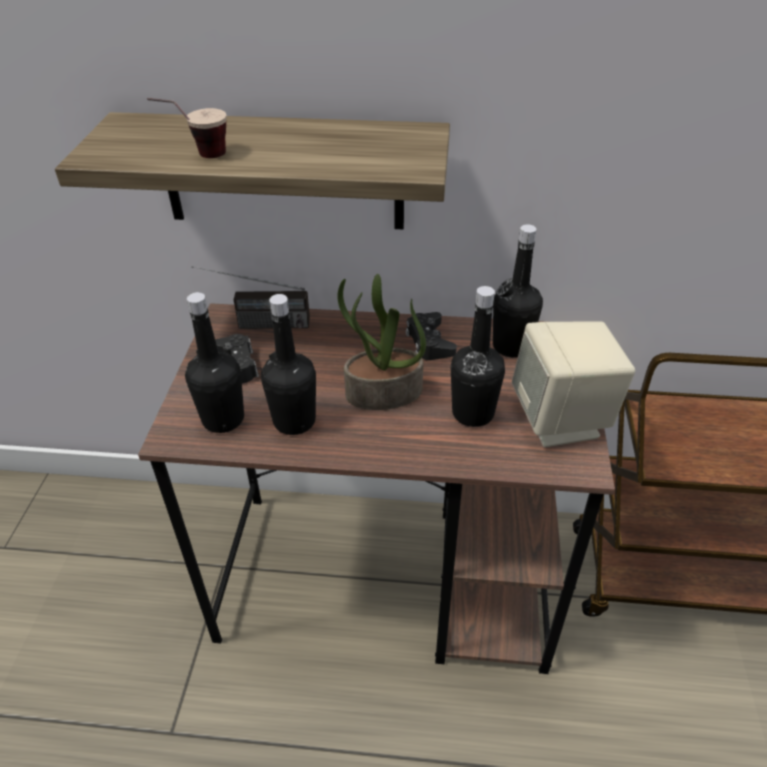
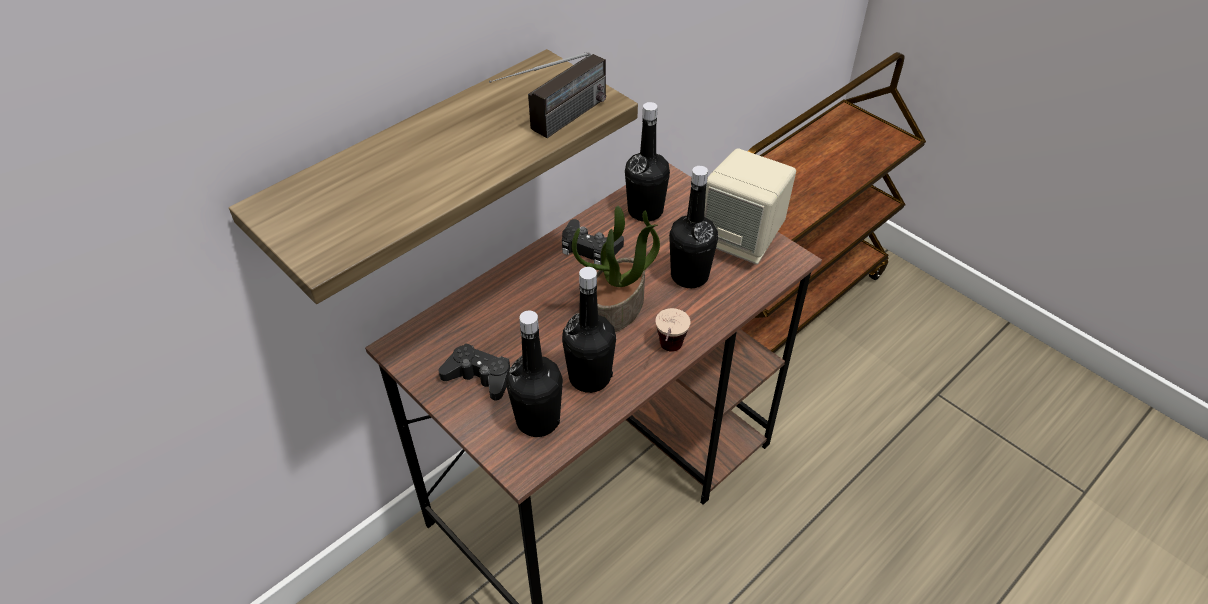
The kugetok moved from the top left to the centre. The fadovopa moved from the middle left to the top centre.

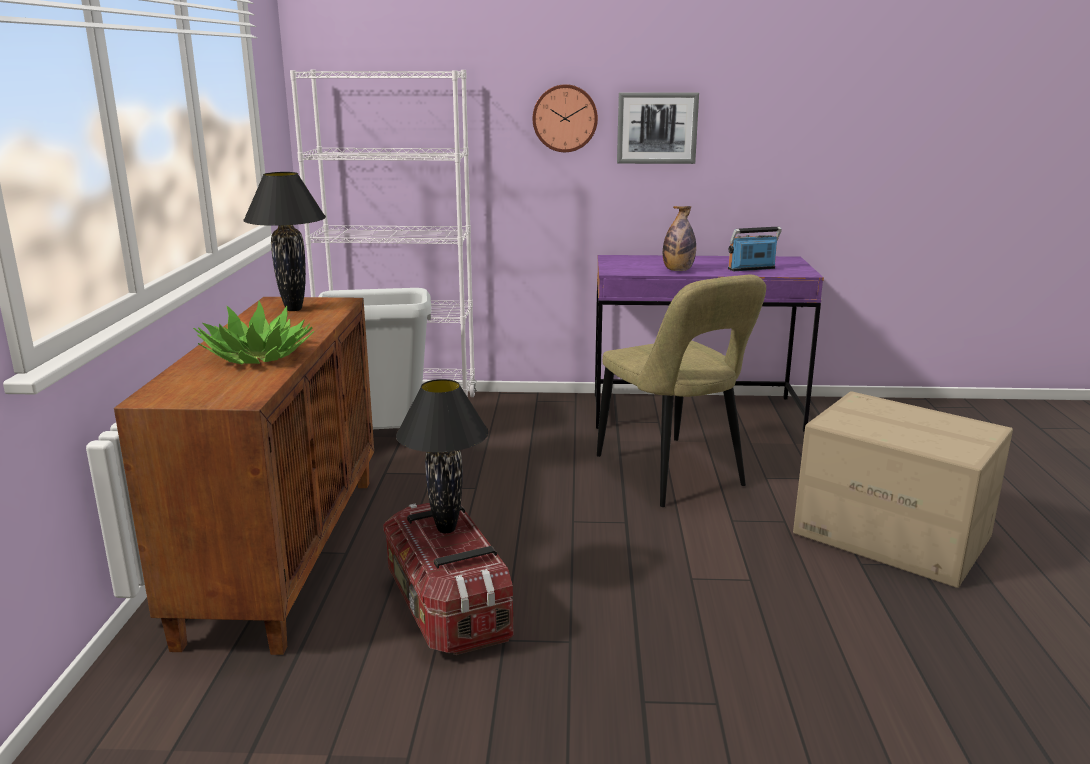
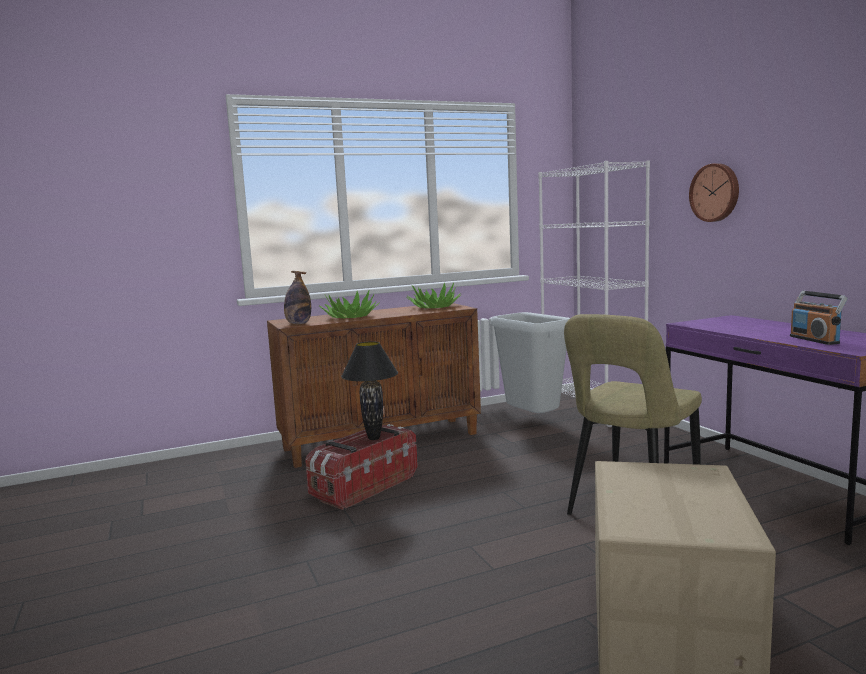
The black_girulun (no. 1 from left) at the top left was replaced by the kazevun (no. 2 from left) at the centre. The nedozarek at the top centre disappeared. The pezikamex moved from the top centre to the centre. The fadovopa at the top right turned 150 degrees counterclockwise.

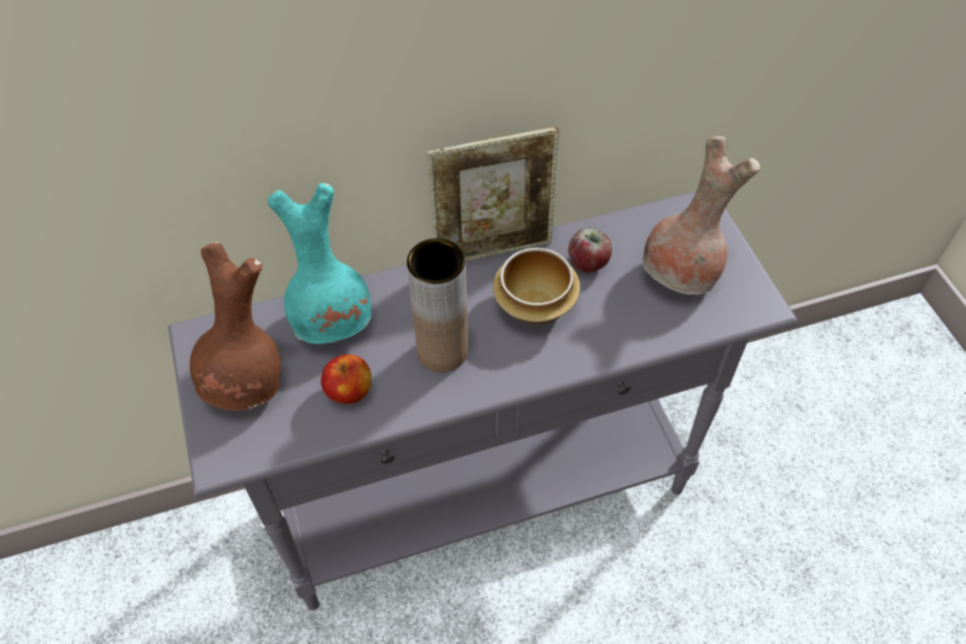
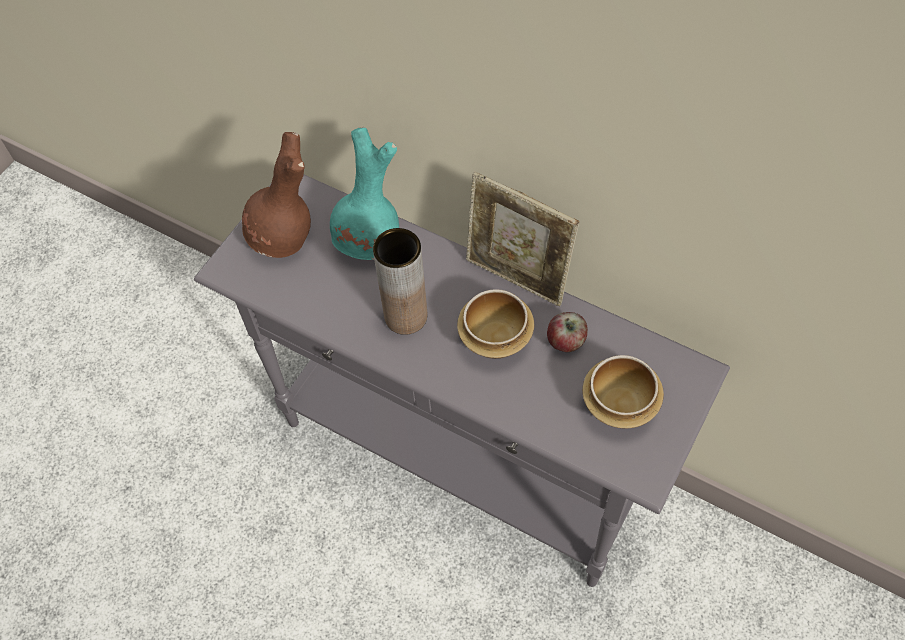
The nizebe (no. 1 from left) at the centre disappeared. The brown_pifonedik (no. 3 from left) at the middle right was replaced by the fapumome (no. 2 from left) at the middle right.

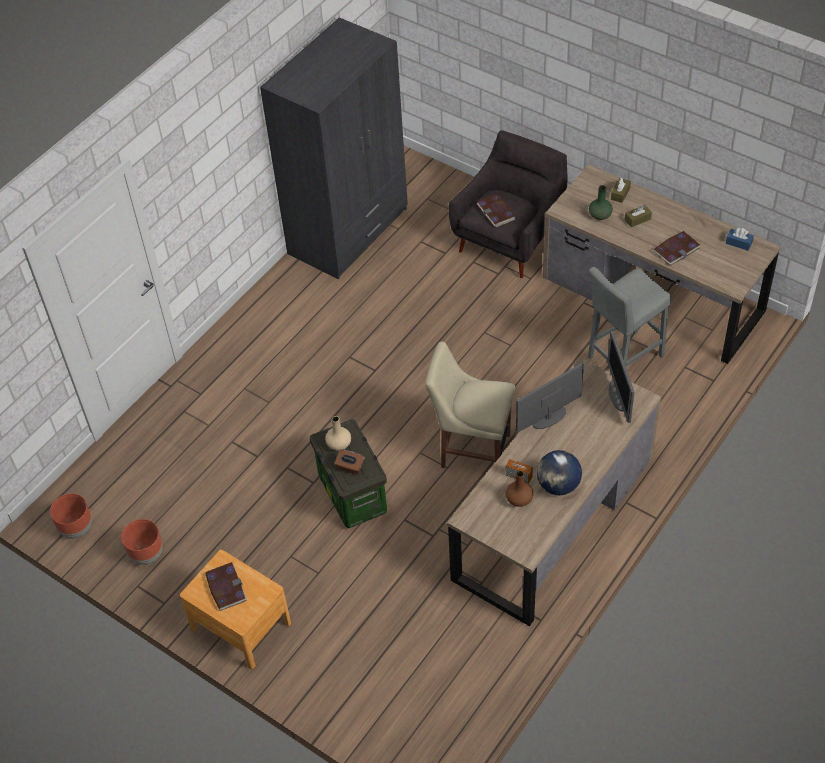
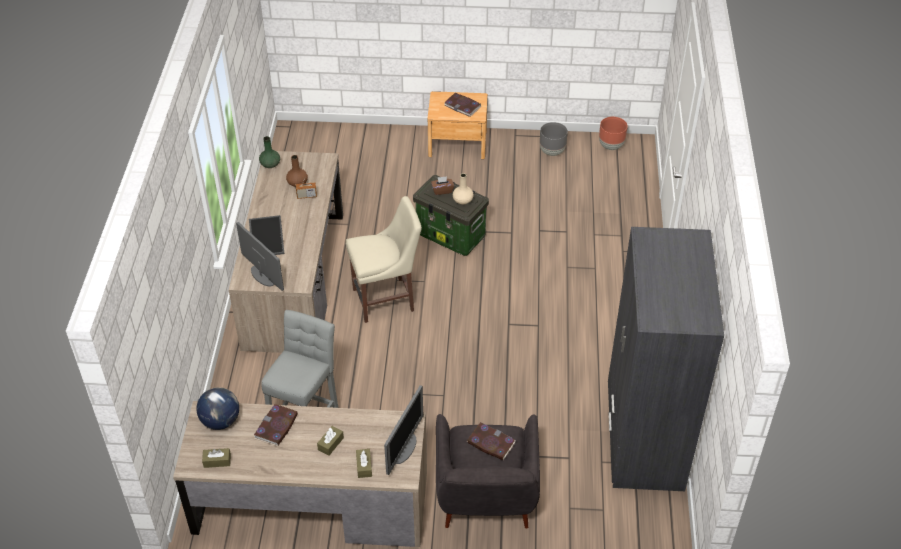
The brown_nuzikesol (no. 2 from left) at the bottom left became the grey_nuzikesol at the top centre. The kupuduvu (no. 1 from left in the first image) moved from the middle right to the bottom centre. The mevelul moved from the middle right to the bottom left. The green_pifonedik moved from the top right to the top left. The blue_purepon at the top right became the brown_purepon (no. 1 from left) at the bottom left. The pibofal at the middle left appeared.

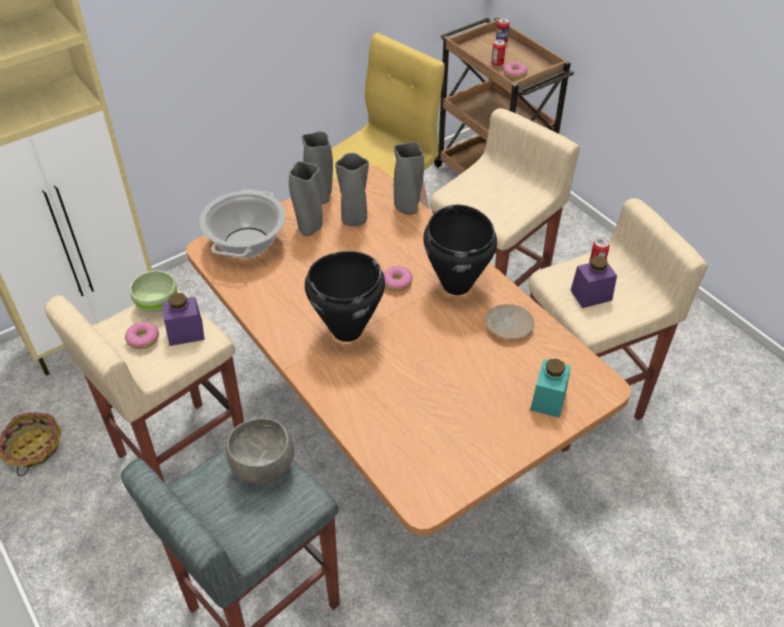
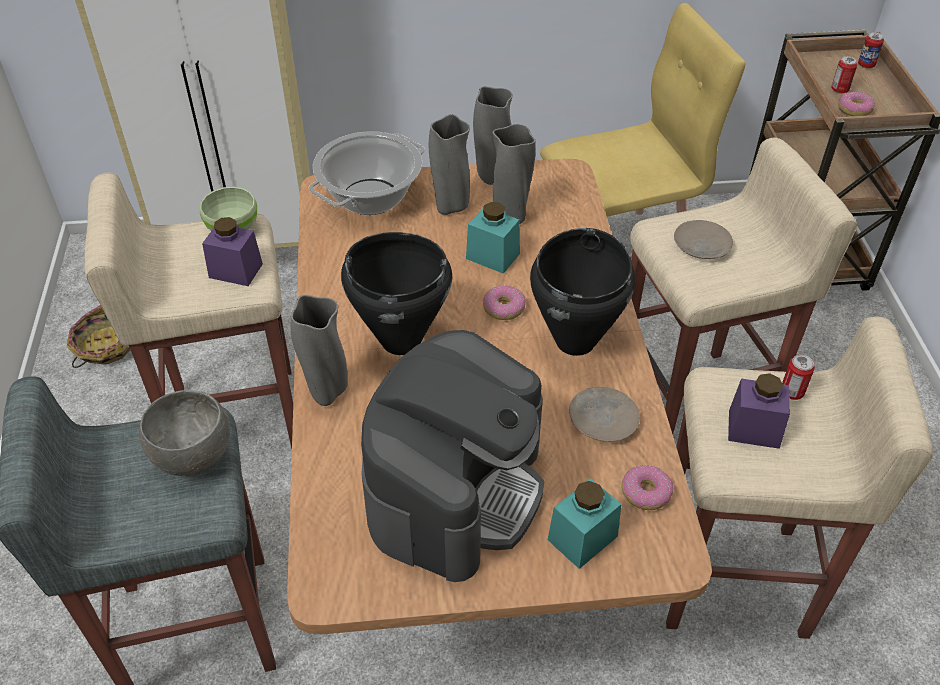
The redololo (no. 1 from left in the first image) moved from the middle left to the bottom right. The grey_pifonedik (no. 4 from left in the first image) moved from the top centre to the centre. The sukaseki at the centre appeared. The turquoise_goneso (no. 1 from left) at the centre appeared. The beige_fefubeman (no. 2 from left) at the middle right appeared.

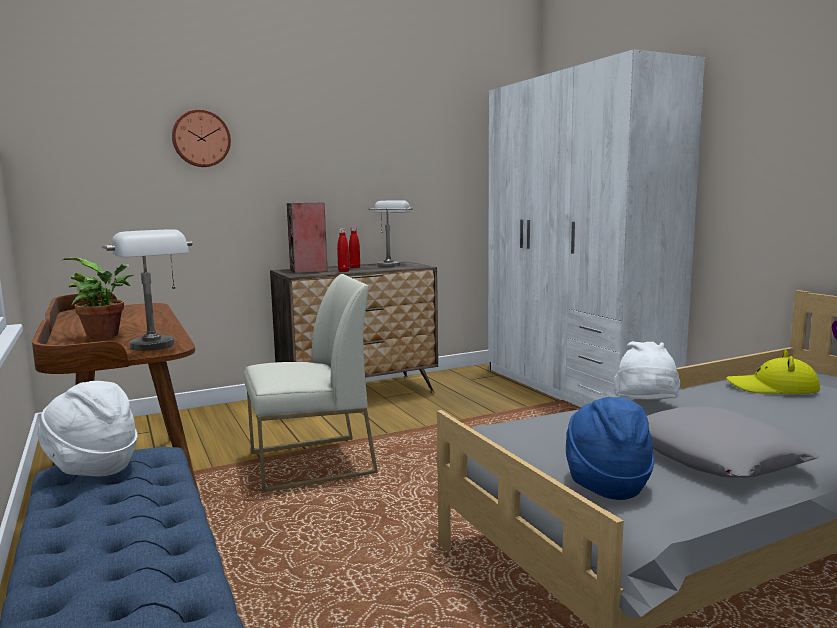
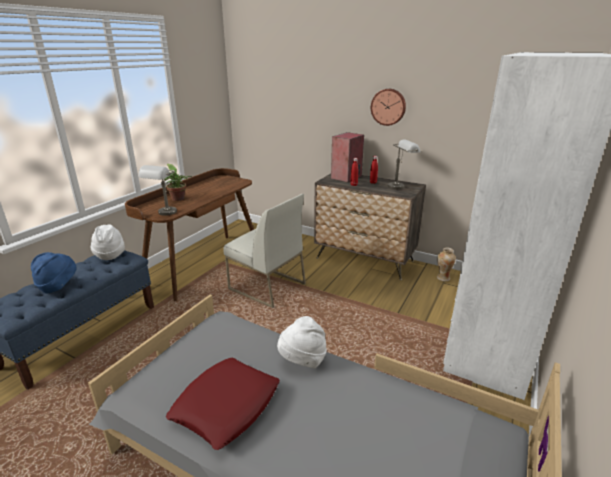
The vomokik moved from the top left to the top centre. The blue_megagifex moved from the bottom right to the middle left. The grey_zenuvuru at the bottom right became the red_zenuvuru at the bottom centre. The yellow_megagifex at the middle right disappeared. The pifonedik at the middle right appeared.

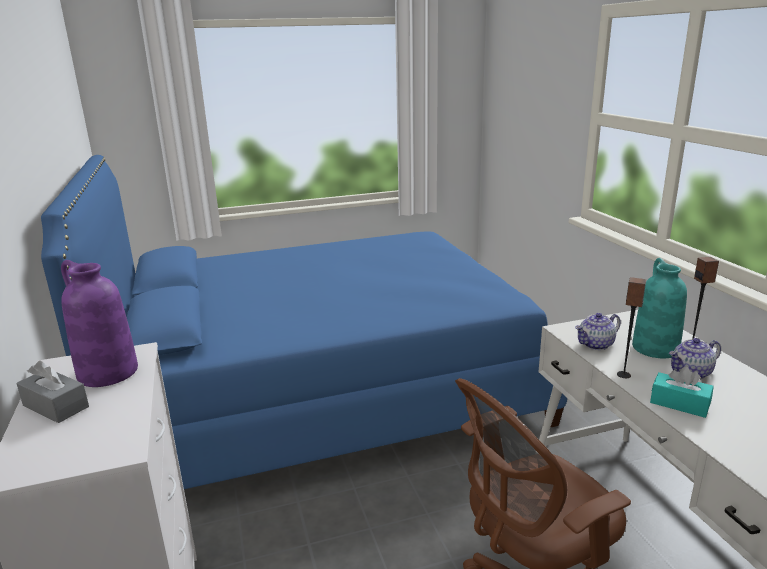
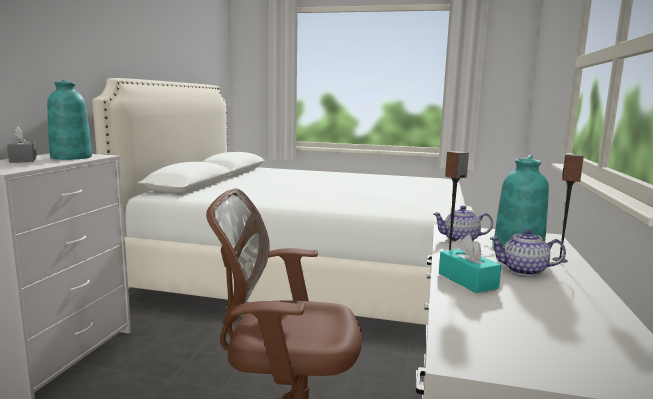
The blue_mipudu at the centre became the white_mipudu at the centre. The purple_pifonedik at the middle left became the turquoise_pifonedik (no. 1 from left) at the top left.

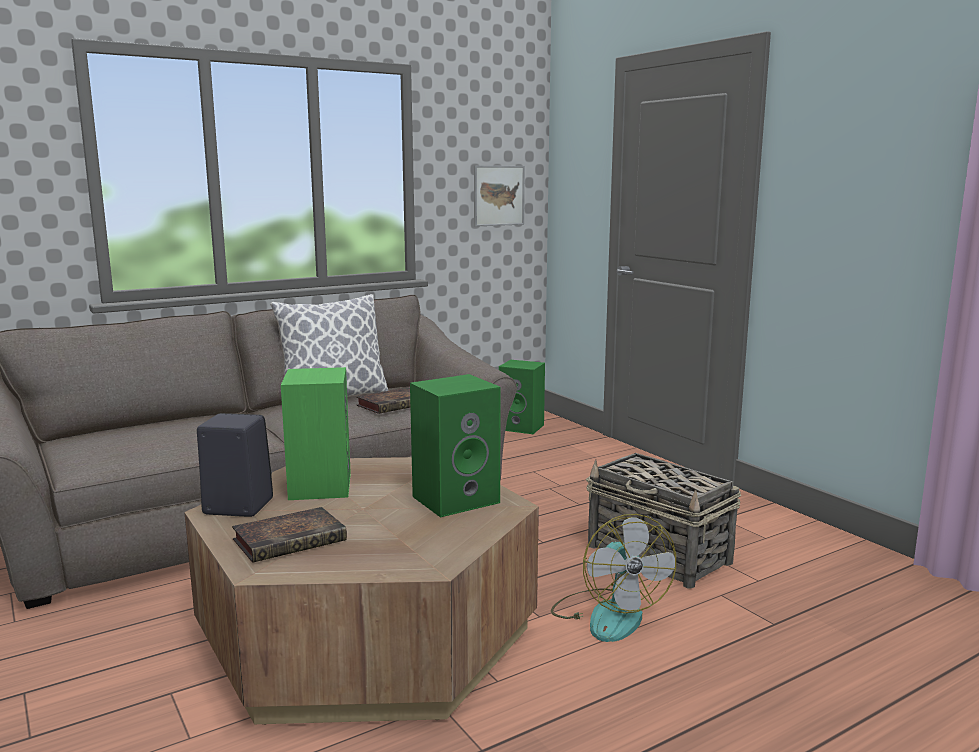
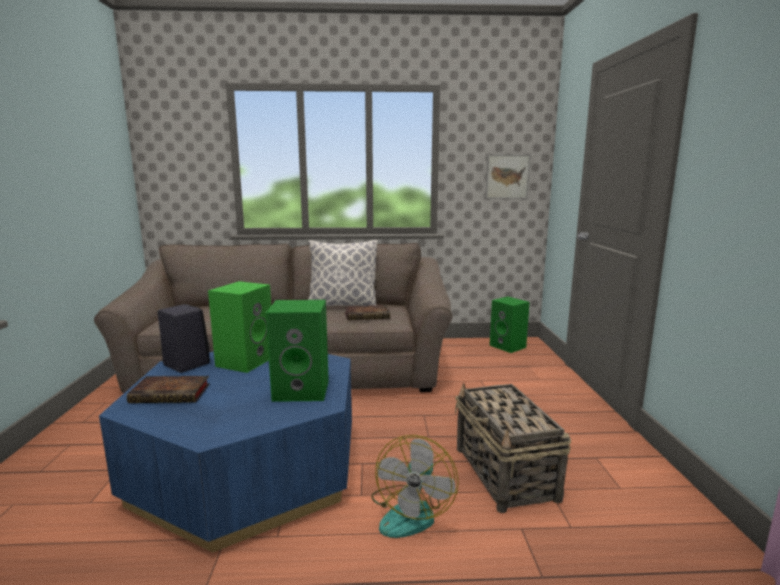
The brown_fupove at the bottom centre became the blue_fupove at the bottom left.

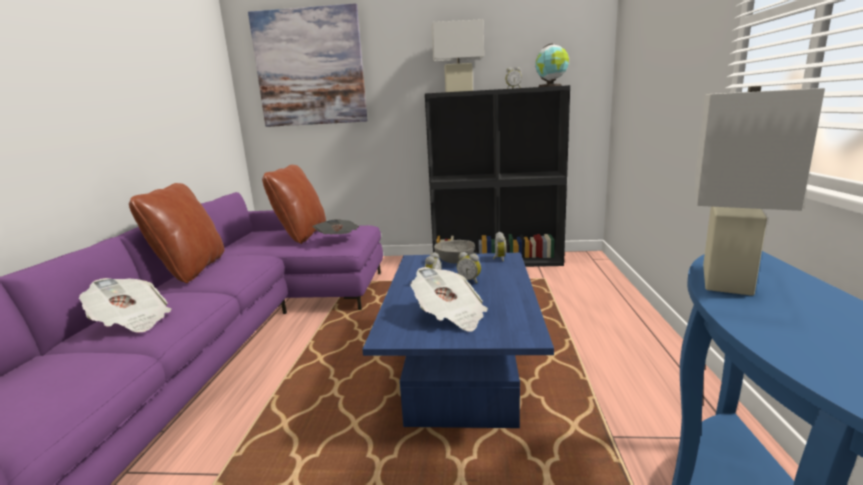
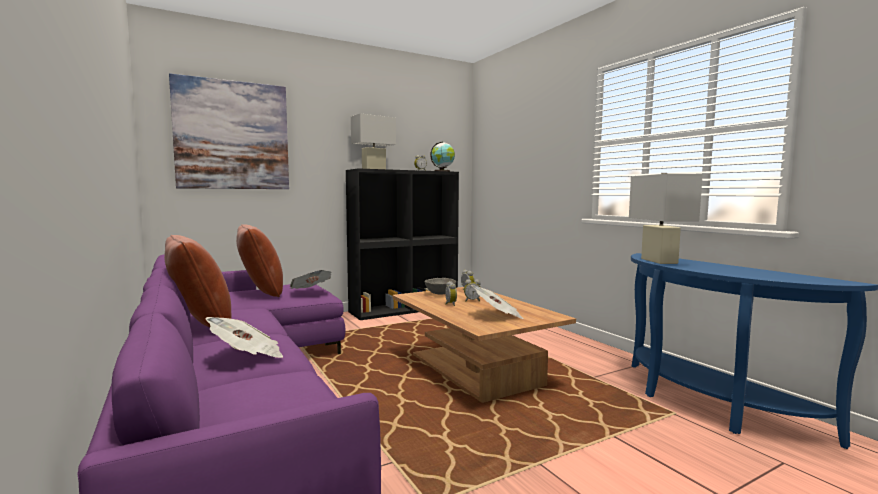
The blue_fupove at the bottom centre became the brown_fupove at the bottom centre.

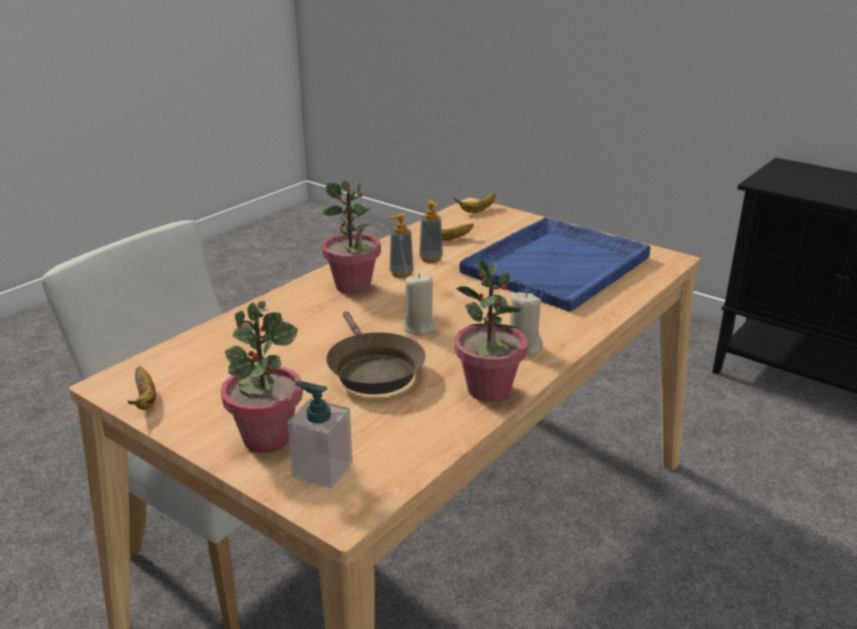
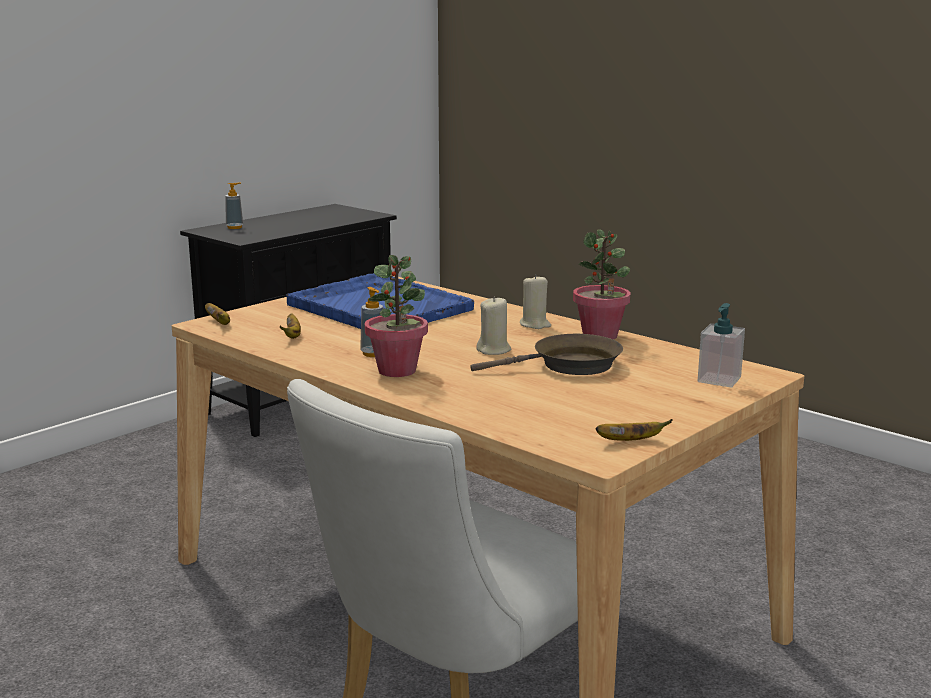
The kazevun (no. 1 from left) at the middle left disappeared. The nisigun (no. 3 from left in the first image) moved from the centre to the top left.

